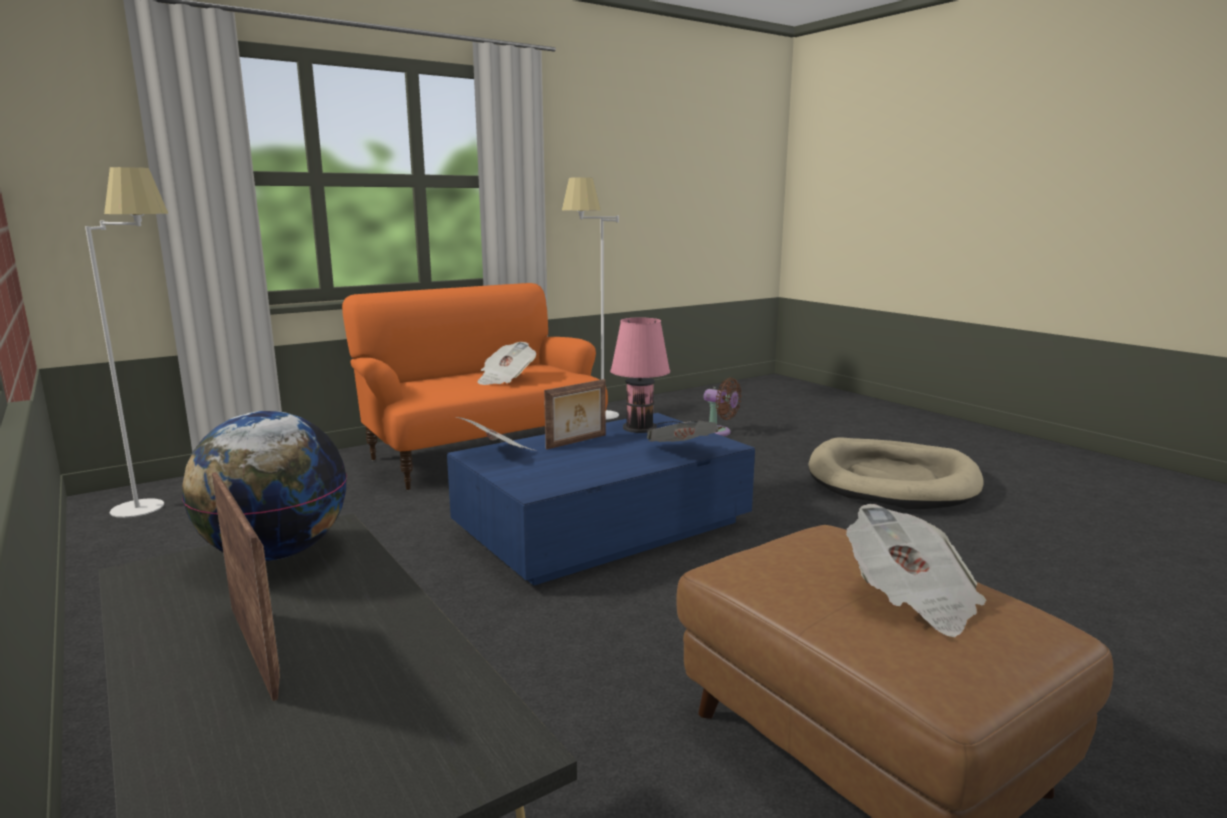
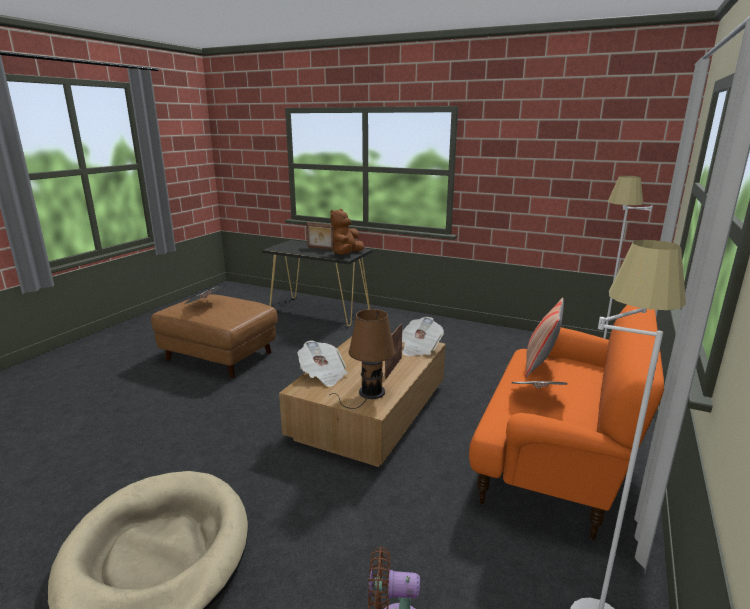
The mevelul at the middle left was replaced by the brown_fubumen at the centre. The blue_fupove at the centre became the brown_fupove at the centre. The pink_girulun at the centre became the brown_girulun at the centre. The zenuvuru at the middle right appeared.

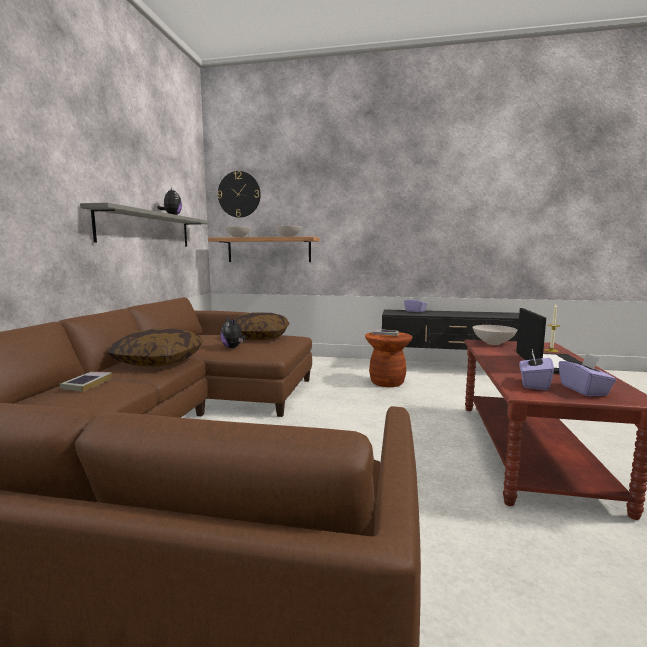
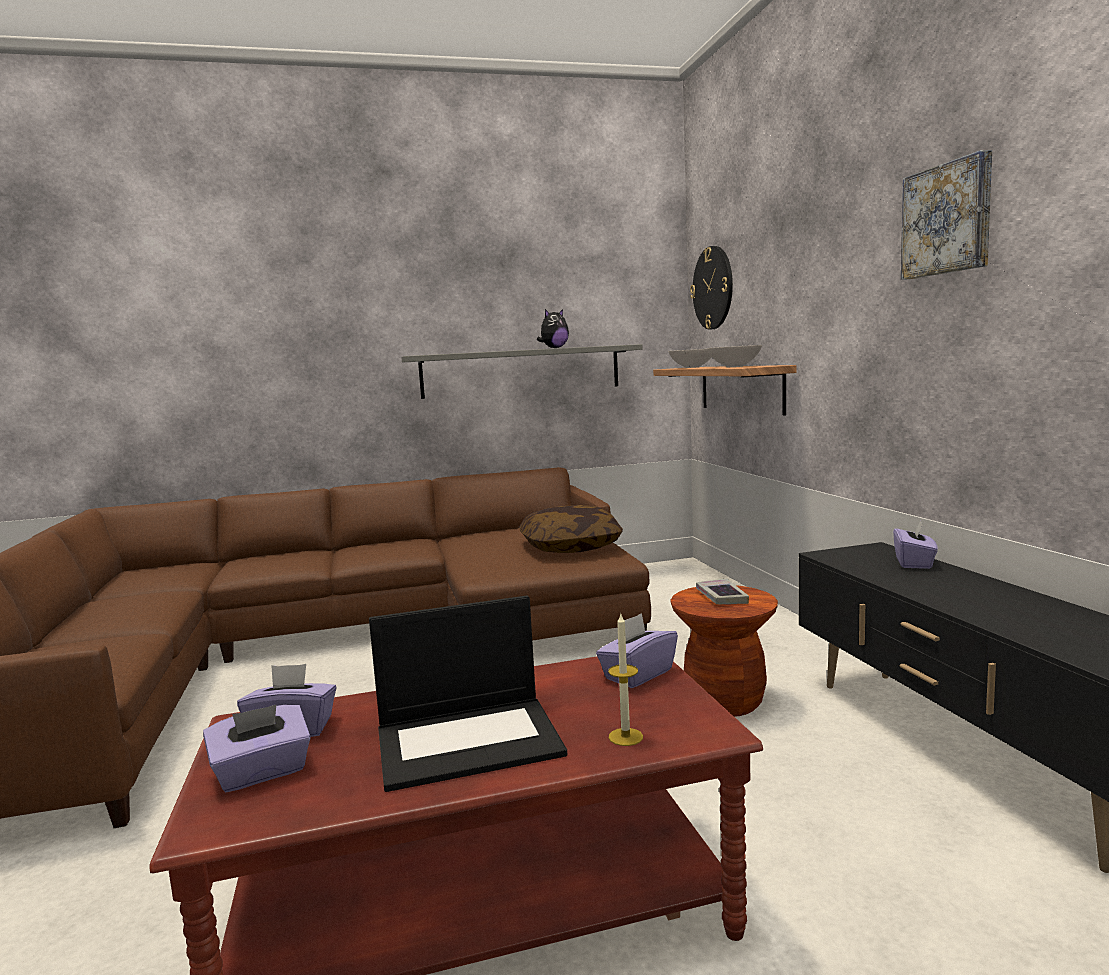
The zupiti (no. 1 from left) at the middle left disappeared. The zenuvuru (no. 1 from left) at the middle left disappeared. The fubumen (no. 2 from left) at the centre disappeared. The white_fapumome (no. 3 from left) at the middle right was replaced by the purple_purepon (no. 3 from left) at the bottom centre. The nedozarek at the top right appeared.

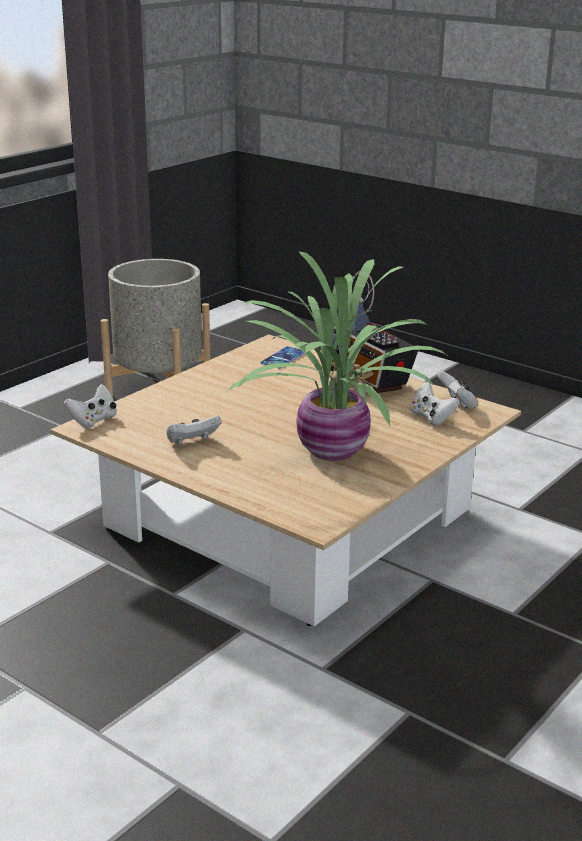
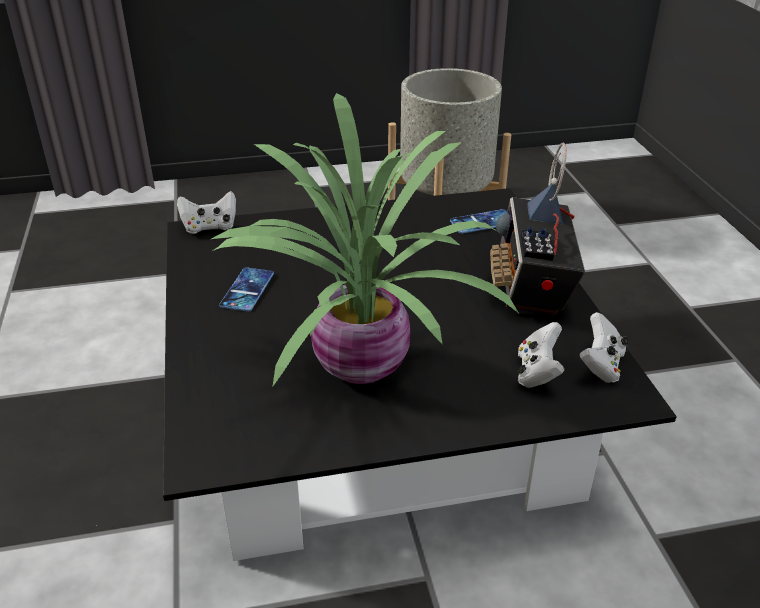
The beige_fupove at the centre became the black_fupove at the centre. The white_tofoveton (no. 2 from left) at the middle left was replaced by the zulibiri (no. 1 from left) at the middle left.

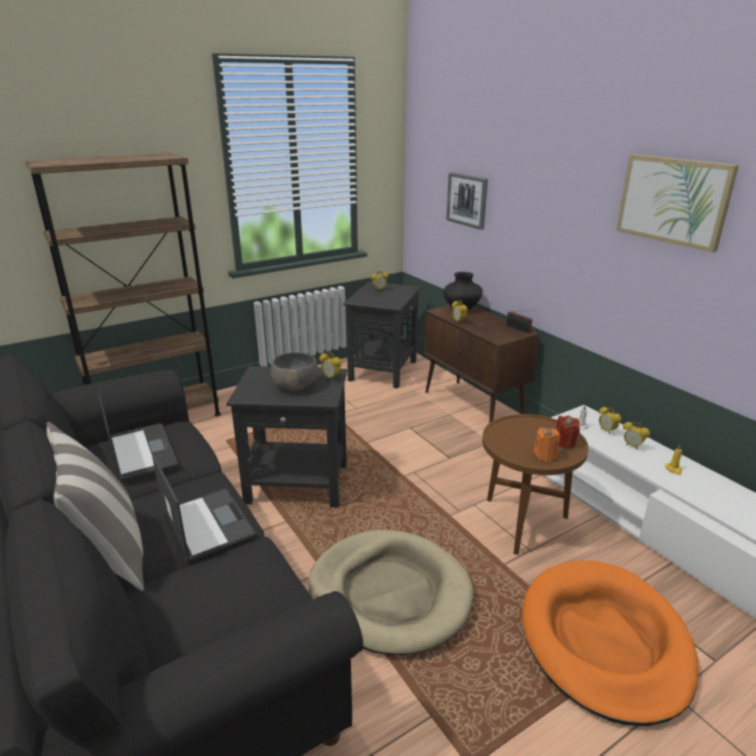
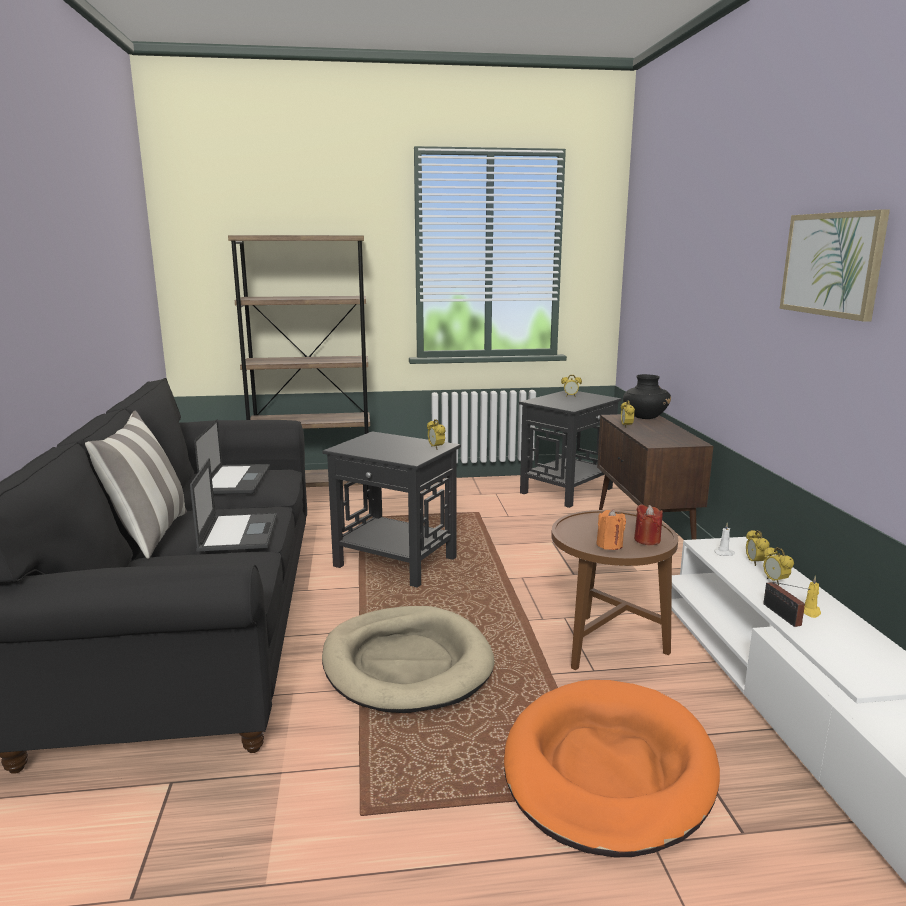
The grey_fapumome at the centre disappeared. The nedozarek (no. 1 from left) at the top centre disappeared. The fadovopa moved from the middle right to the bottom right.

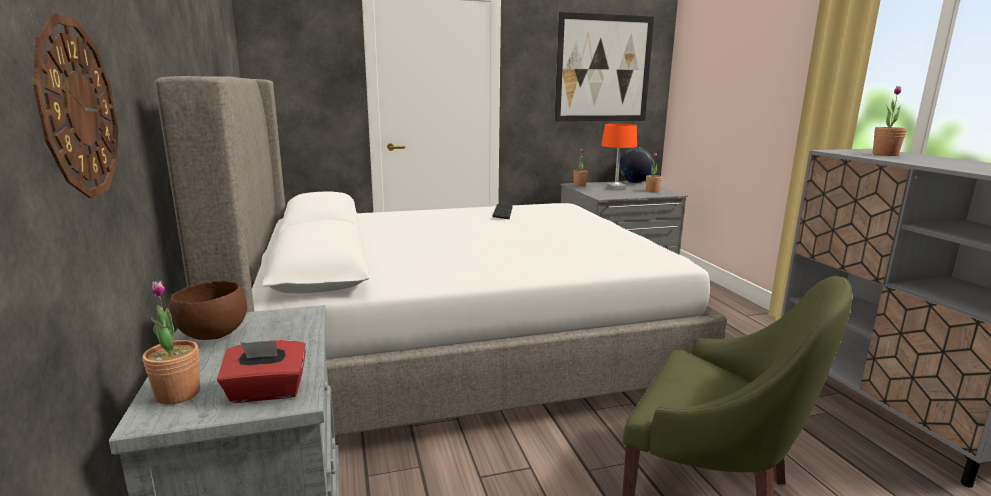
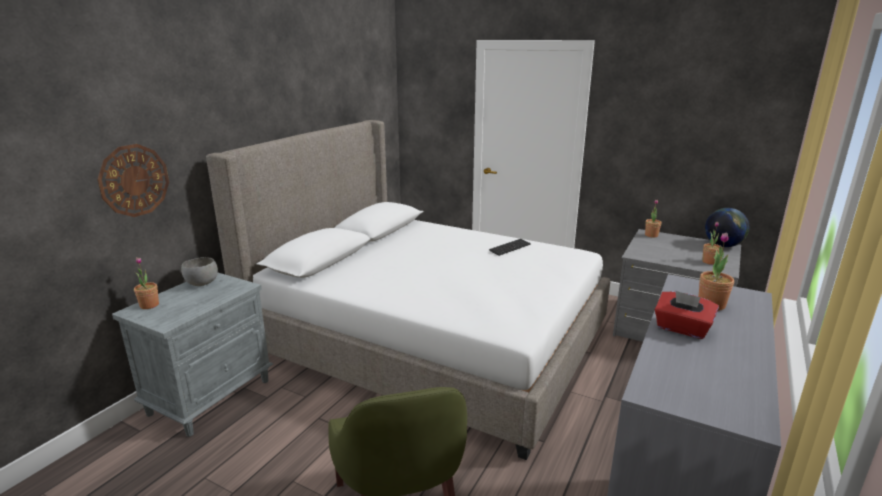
The brown_fapumome at the middle left became the grey_fapumome at the middle left. The red_purepon moved from the bottom left to the middle right. The nedozarek at the top centre disappeared. The orange_girulun at the top centre disappeared.

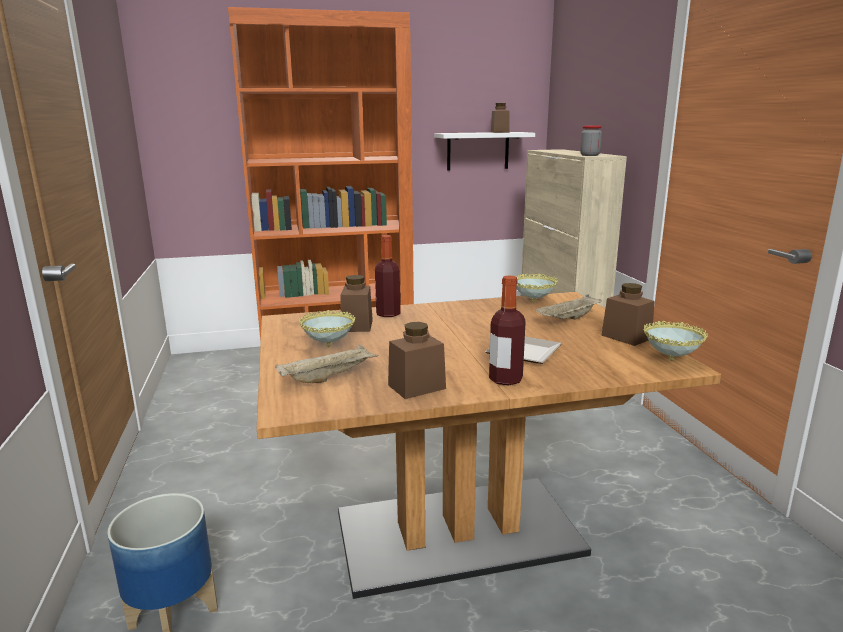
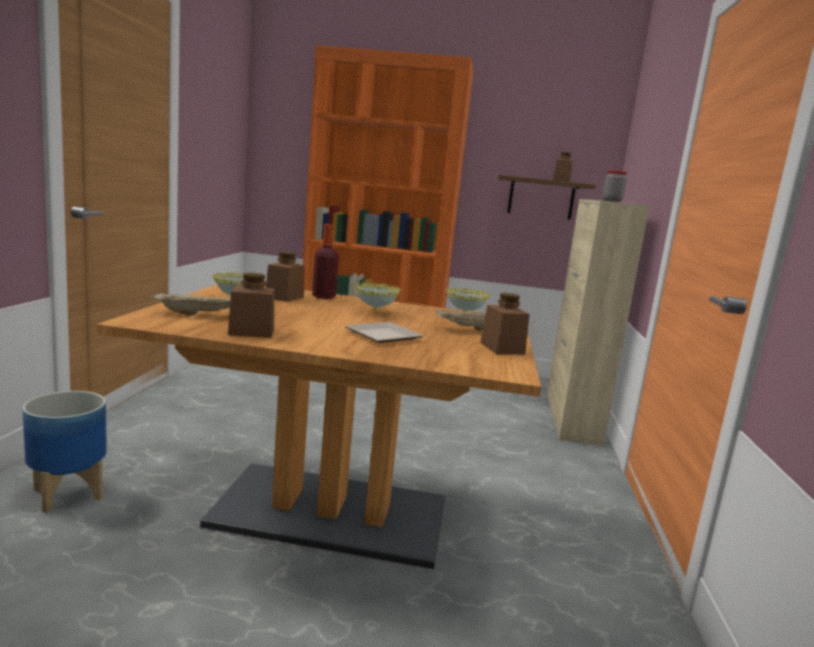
The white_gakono at the top centre became the brown_gakono at the top right. The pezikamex (no. 2 from left) at the centre disappeared. The fapumome (no. 3 from left in the first image) moved from the middle right to the centre.

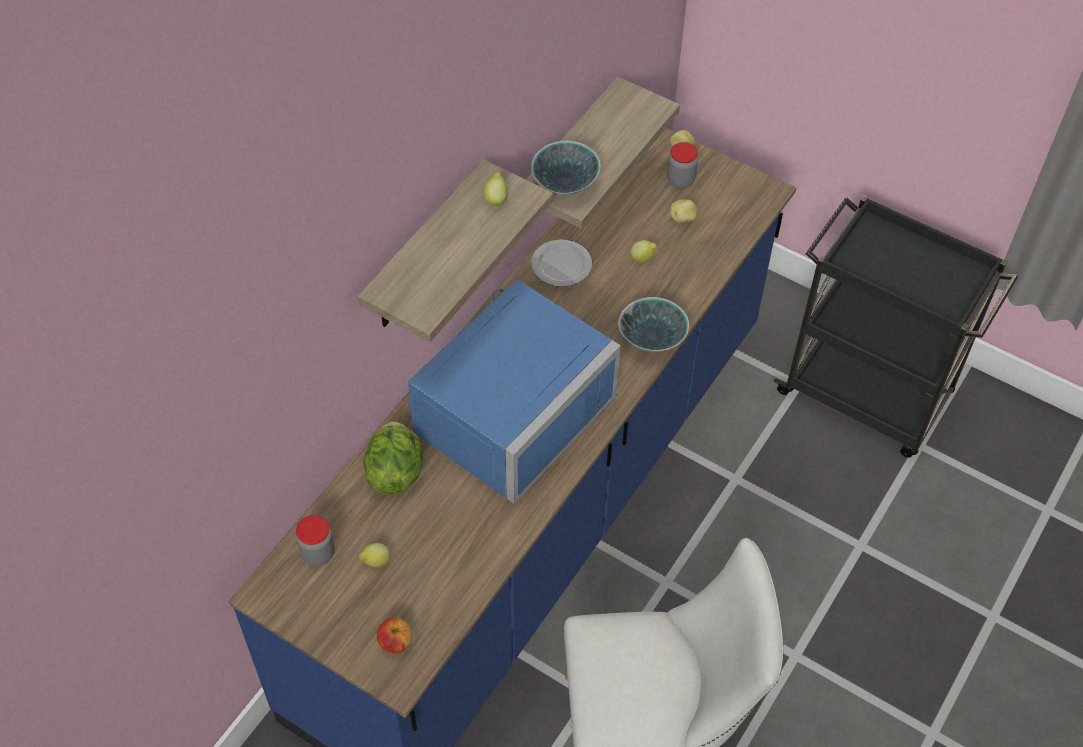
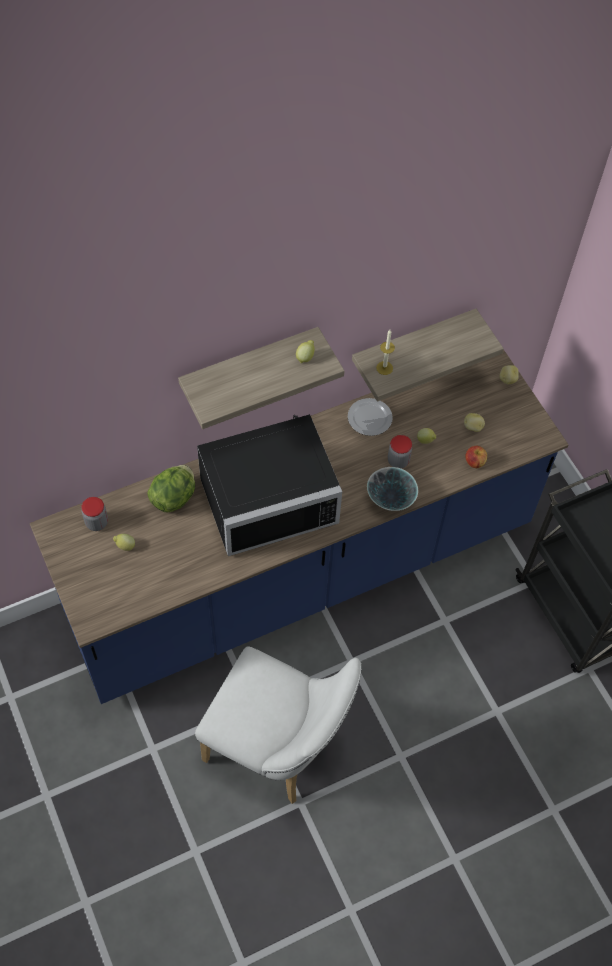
The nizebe moved from the bottom centre to the middle right. The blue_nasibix at the centre became the black_nasibix at the centre. The fapumome (no. 1 from left) at the top centre was replaced by the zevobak at the centre. The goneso (no. 2 from left) moved from the top centre to the centre.

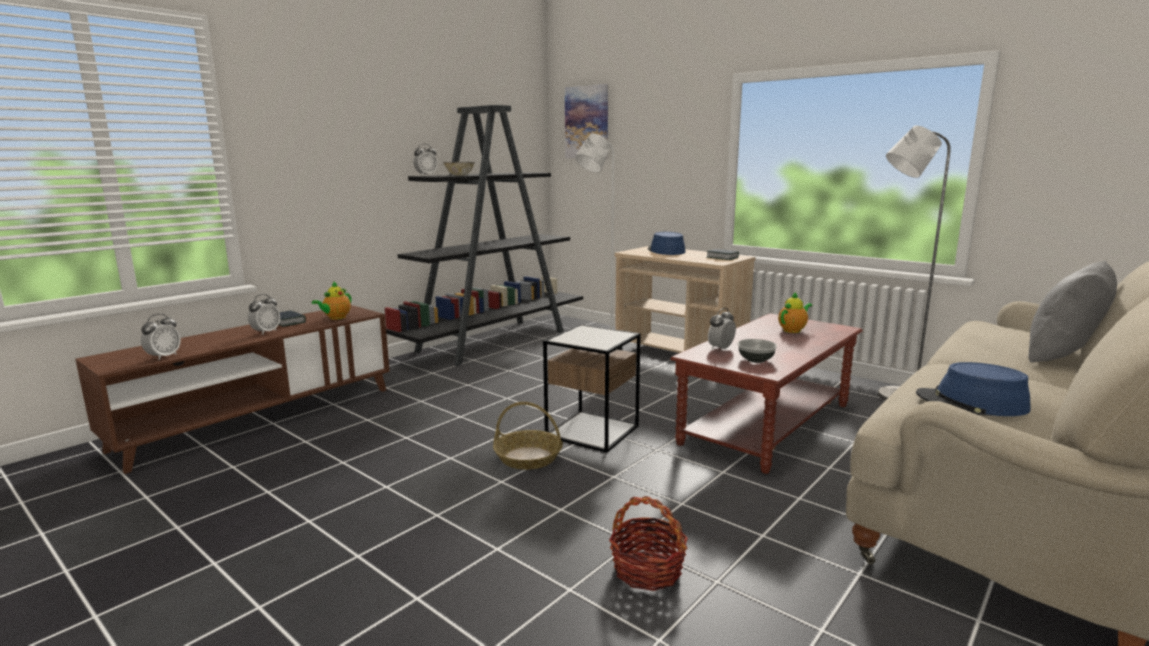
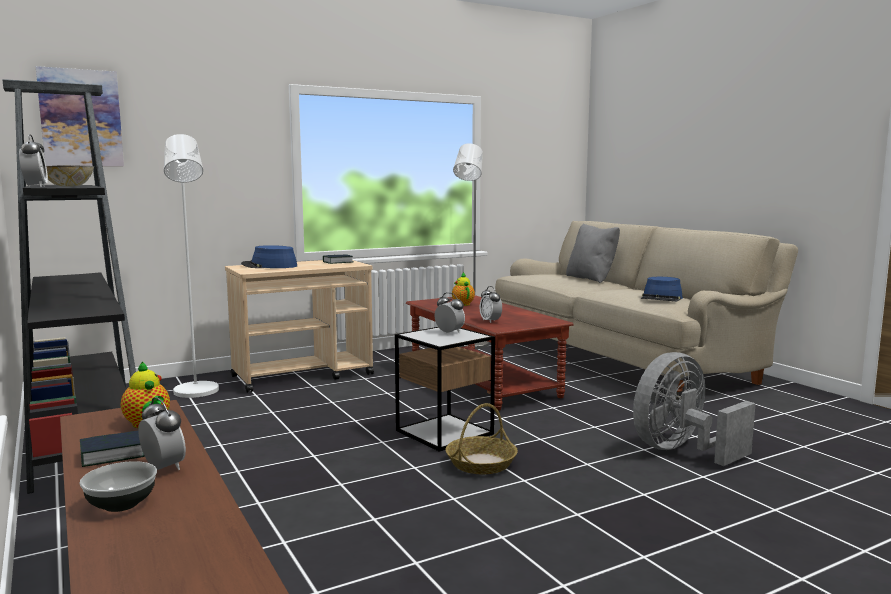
The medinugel (no. 1 from left in the first image) moved from the middle left to the centre. The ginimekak (no. 2 from left) at the bottom centre was replaced by the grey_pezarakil at the bottom right. The fapumome (no. 2 from left) moved from the centre to the bottom left.

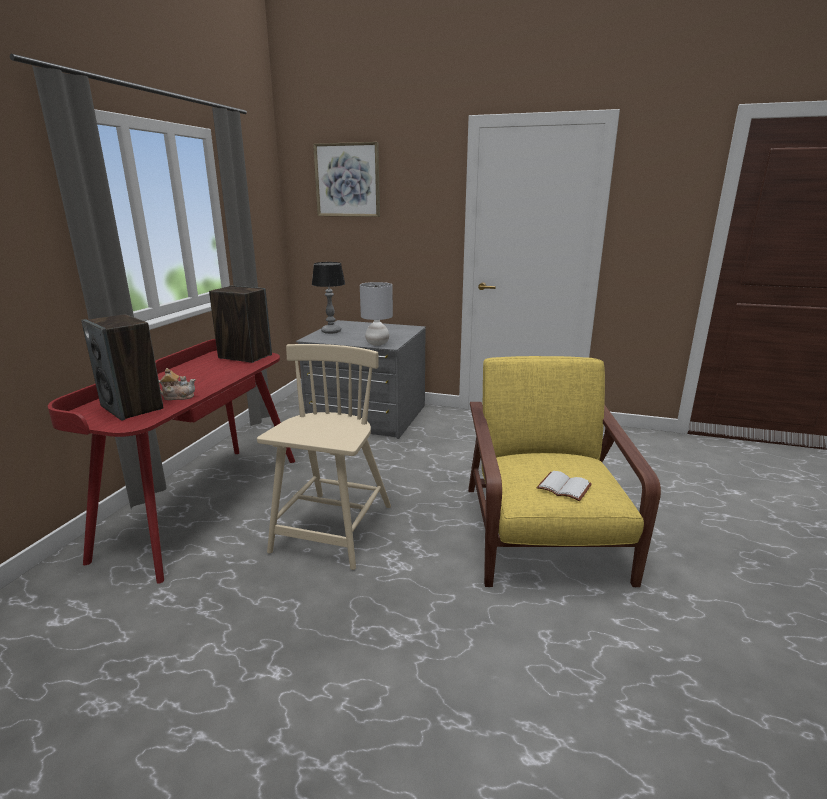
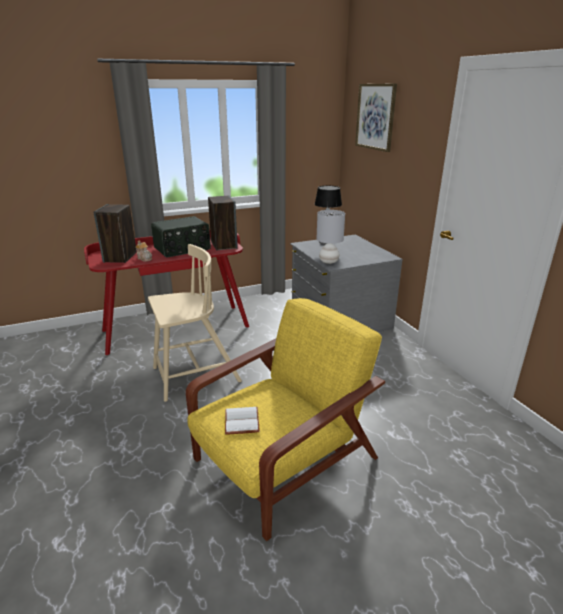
The fadovopa at the middle left appeared.

